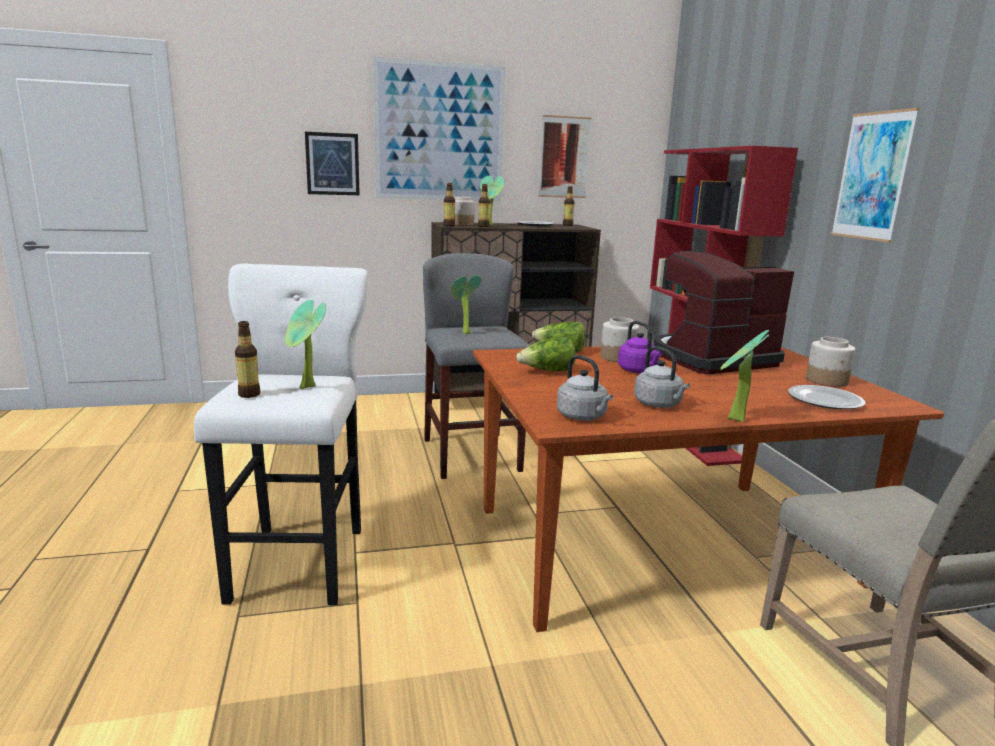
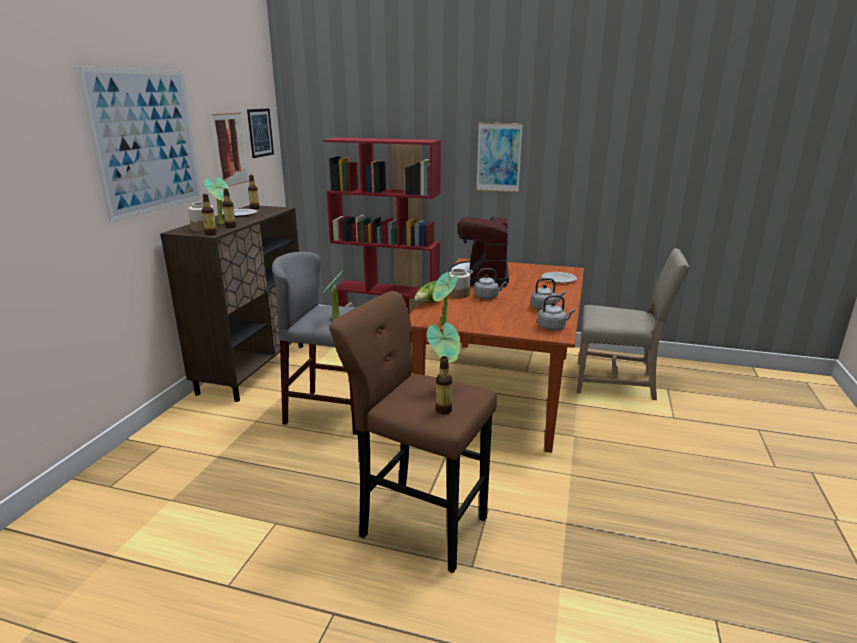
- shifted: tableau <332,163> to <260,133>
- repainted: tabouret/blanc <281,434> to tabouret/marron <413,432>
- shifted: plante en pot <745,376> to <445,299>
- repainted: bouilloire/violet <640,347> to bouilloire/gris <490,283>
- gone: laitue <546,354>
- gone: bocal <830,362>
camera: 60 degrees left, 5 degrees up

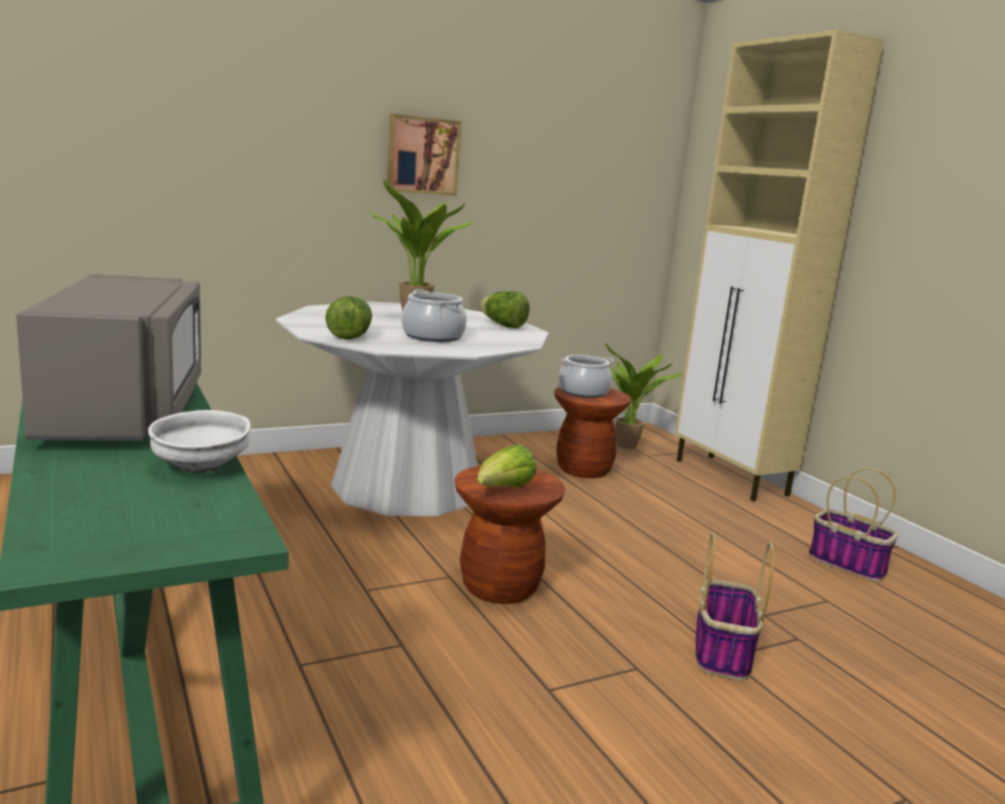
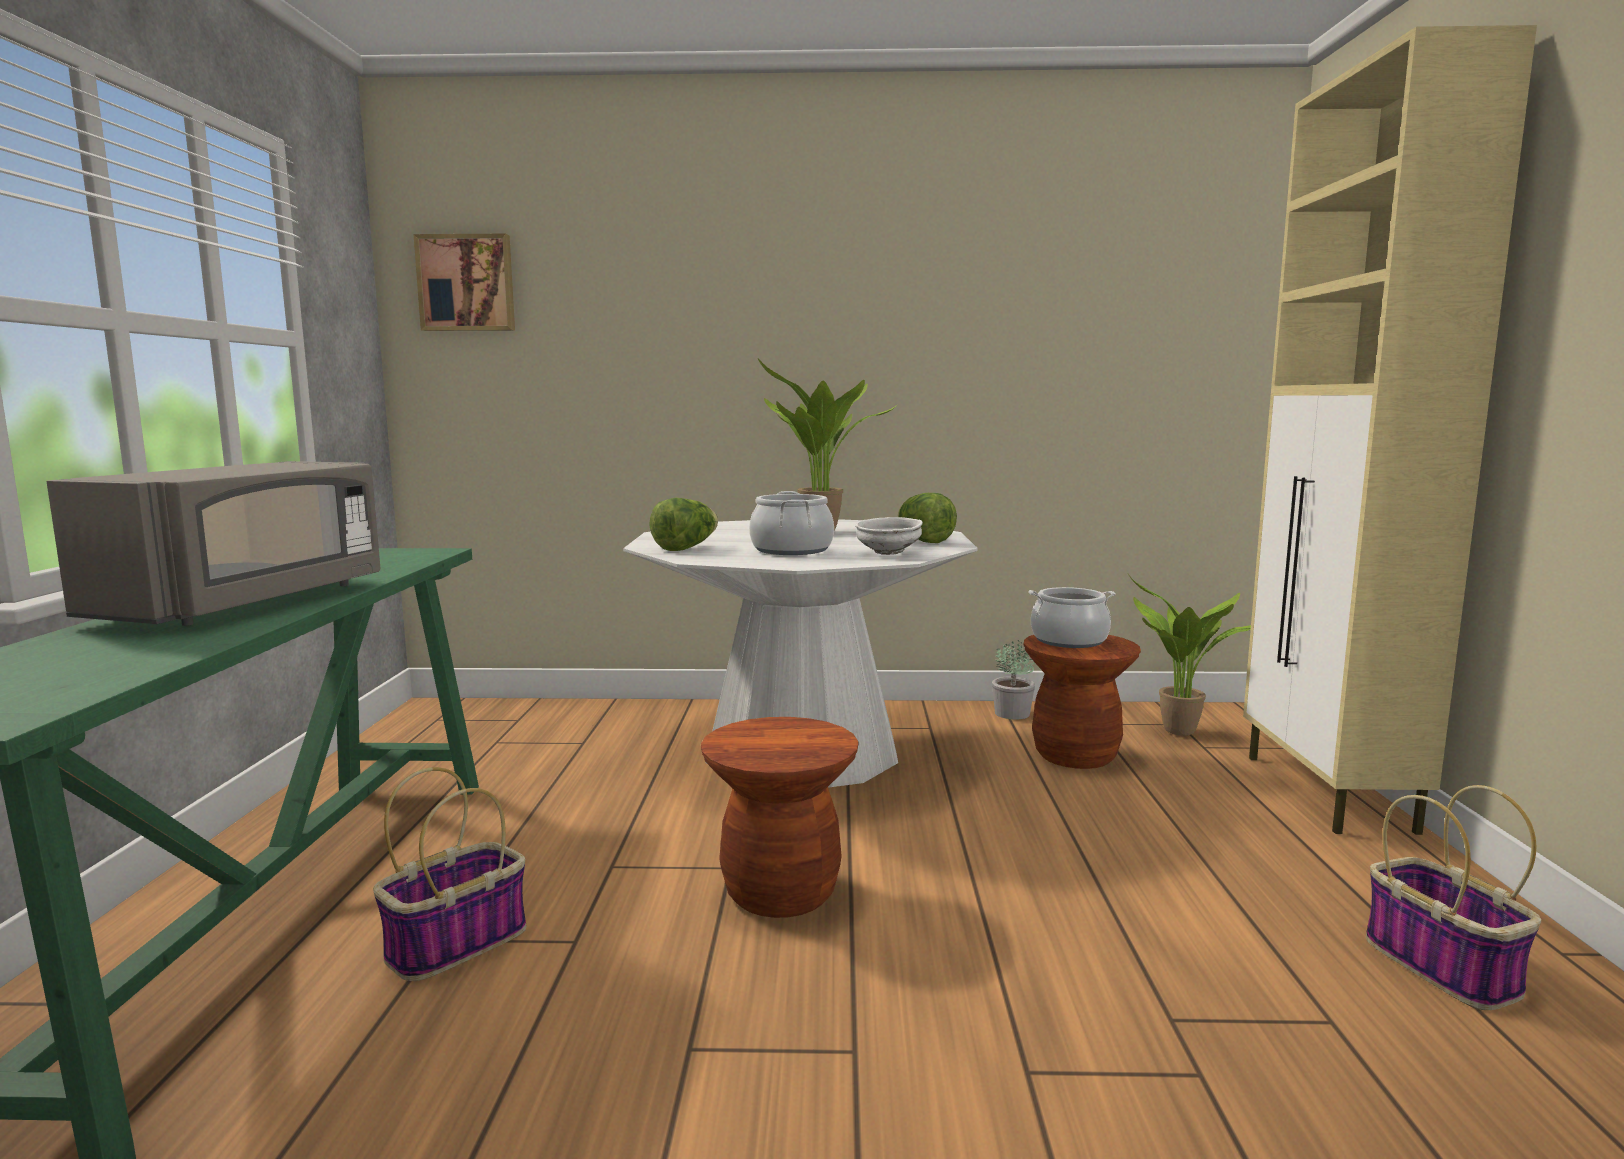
- shifted: panier <735,606> to <450,874>
- shifted: tableau <424,155> to <464,282>
- shifted: bol/blanc <199,441> to <889,536>
- new: plante en pot <1013,679>
- gone: laitue <506,465>
camera: 30 degrees right, 5 degrees down

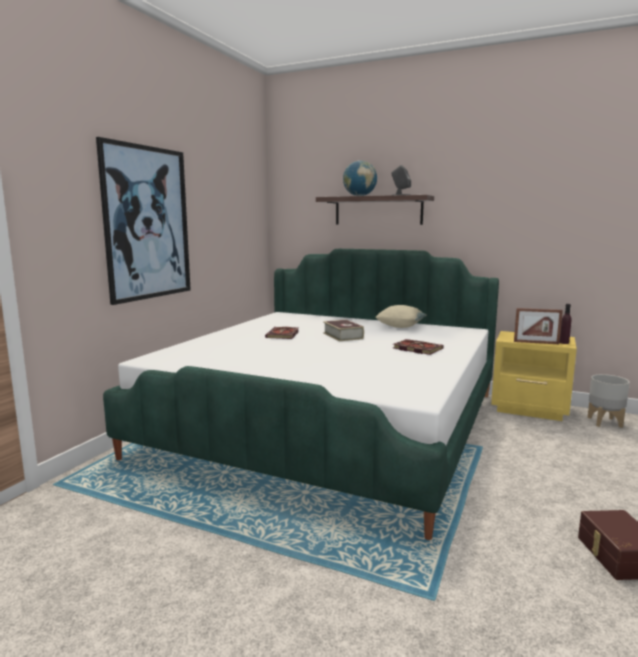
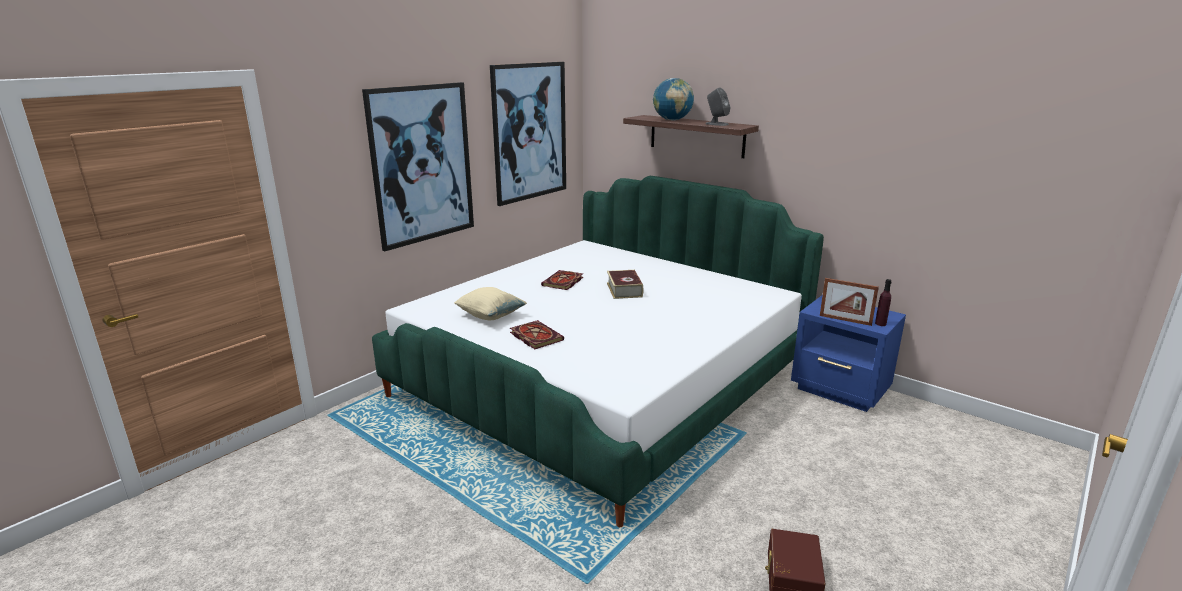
- shifted: coussin/beige <400,316> to <490,303>
- new: tableau <528,134>
- shifted: livre <418,347> to <537,334>
- repainted: table de chevet/jaune <534,376> to table de chevet/bleu <848,353>
- gone: cache-pot/gris <608,401>
camera: 15 degrees right, 10 degrees up

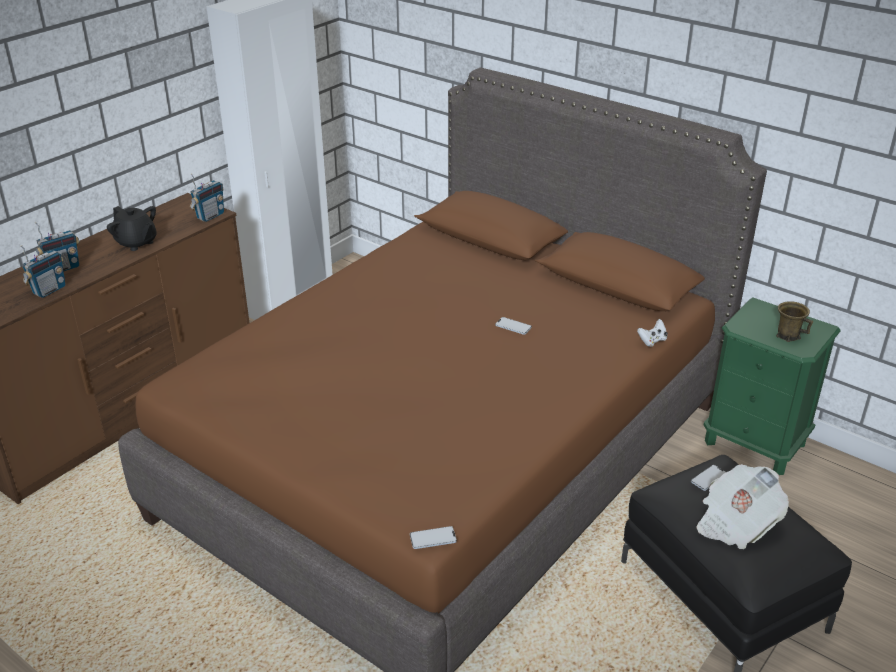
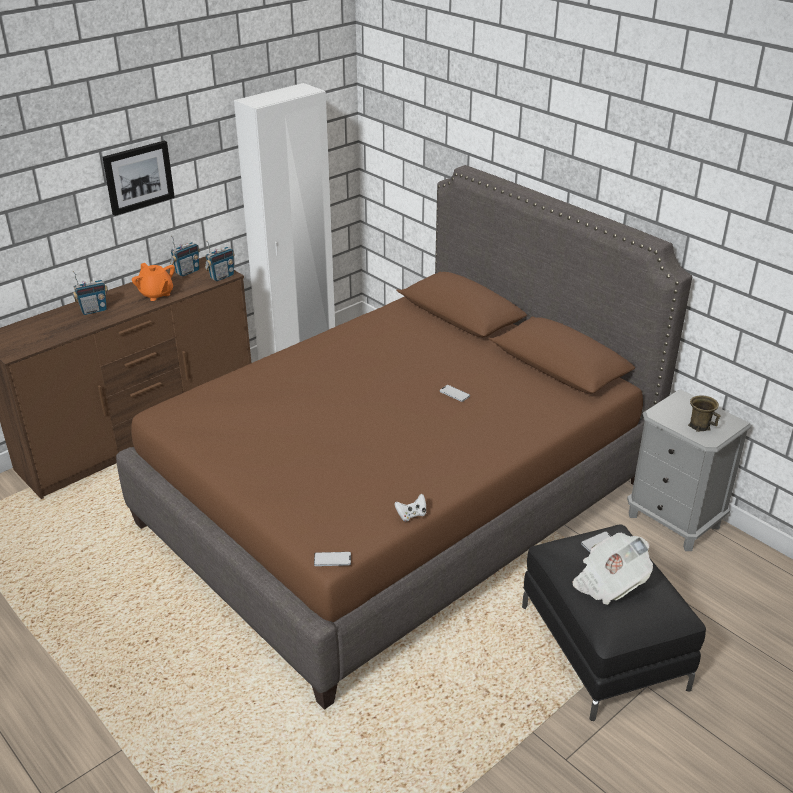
- new: tableau <138,178>
- repainted: théière/noir <132,228> to théière/orange <153,282>
- shifted: radio <42,271> to <185,256>
- shifted: manette/blanc <652,333> to <410,508>
- repainted: table de chevet/vert <772,386> to table de chevet/gris <689,470>
camera: 10 degrees right, 0 degrees up

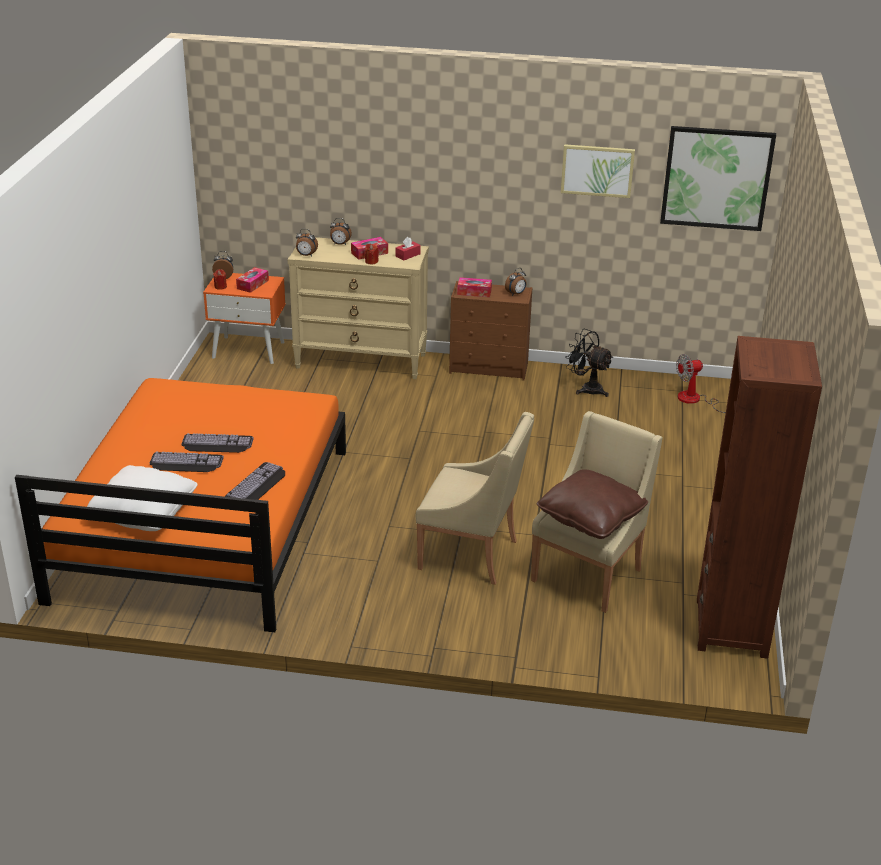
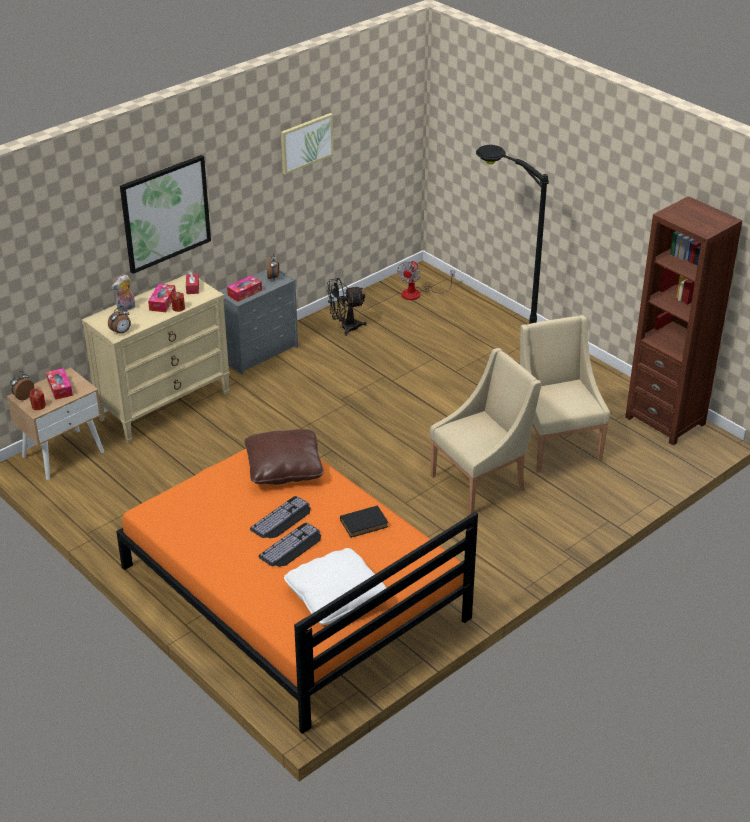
- repainted: table de chevet/orange <244,318> to table de chevet/beige <55,423>
- swapped: réveil <341,231> to peluche <123,292>
- shifted: tableau <718,178> to <165,214>
- repainted: commode/marron <491,331> to commode/gris <258,322>
- shifted: coussin/marron <592,504> to <284,457>
- swapped: clavier <255,481> to livre/noir <364,521>
- new: lampadaire/noir <512,234>
camera: 50 degrees left, 5 degrees up

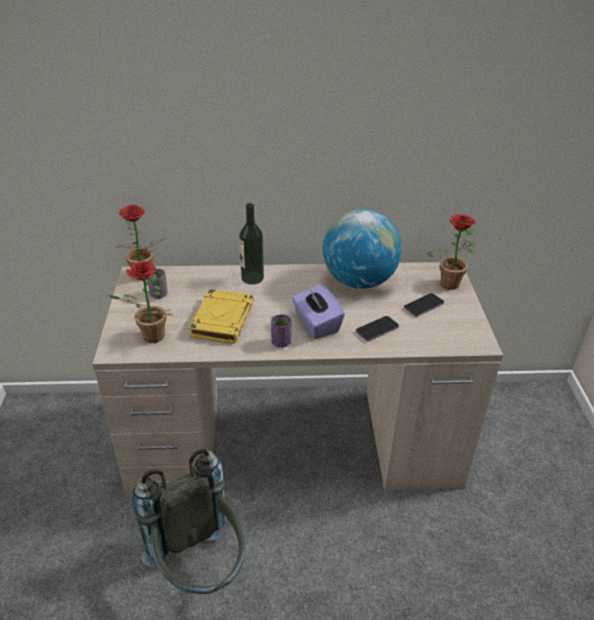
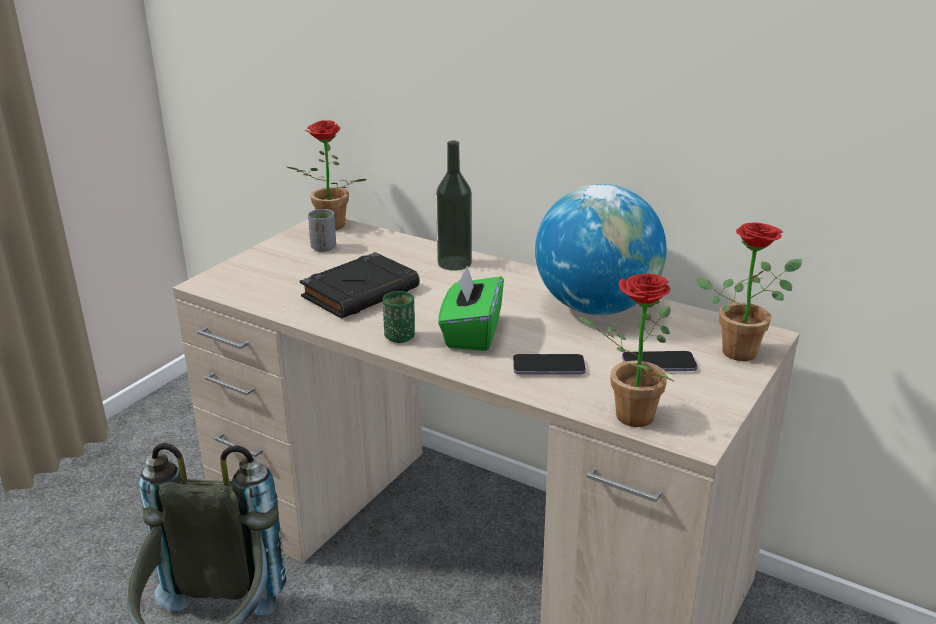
- repainted: livre/jaune <221,316> to livre/noir <360,285>
- repainted: tasse/violet <281,331> to tasse/vert <399,317>
- repainted: boîte à mouchoirs/violet <318,311> to boîte à mouchoirs/vert <471,308>
- shifted: plante en pot <140,302> to <626,350>
camera: 35 degrees right, 10 degrees down

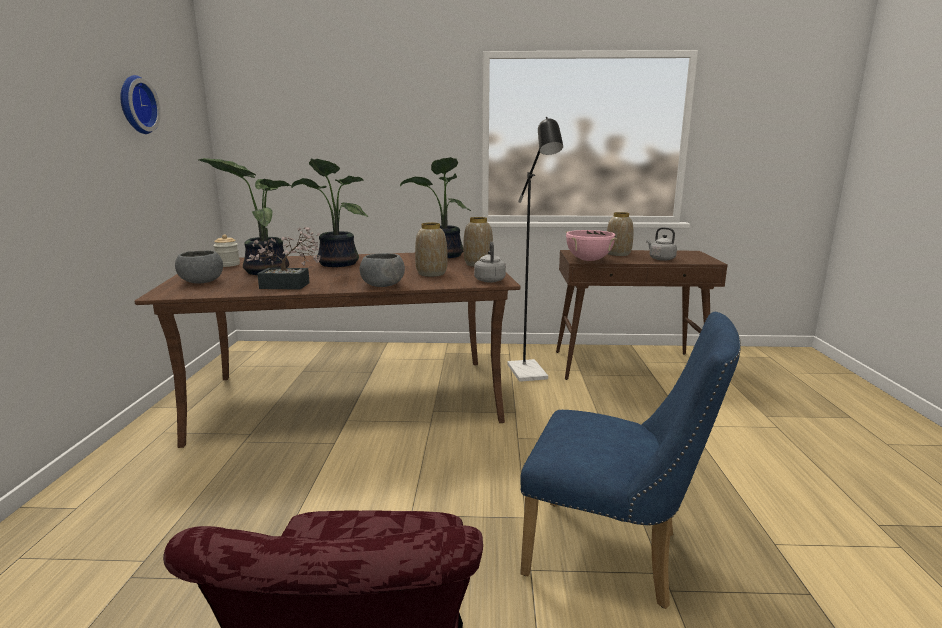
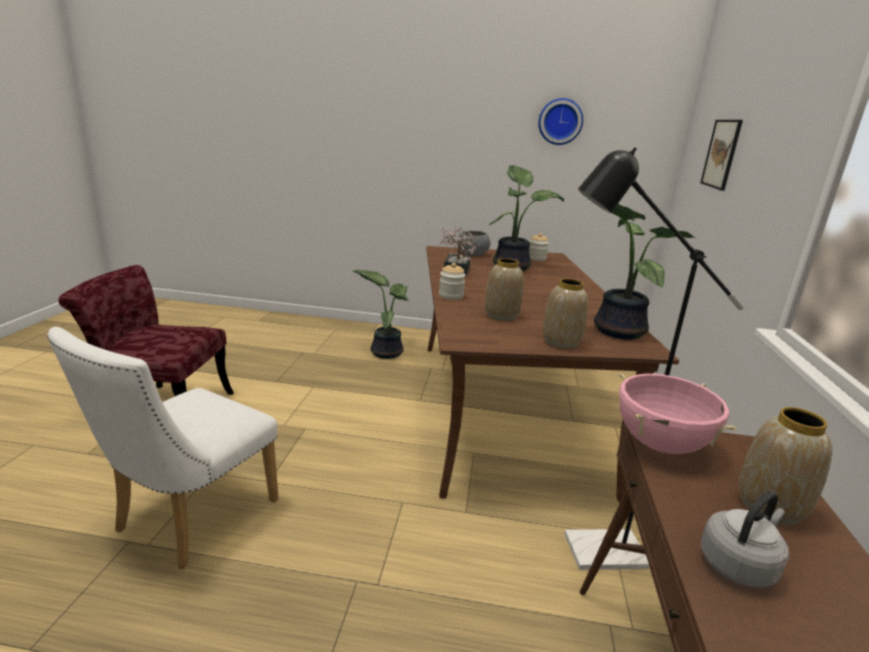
- repainted: chaise/bleu <630,460> to chaise/blanc <163,448>
- shifted: plante en pot <329,212> to <381,314>
- swapped: bol/gris <382,270> to bocal <452,281>
- new: tableau <721,155>
- gone: bouilloire/gris <490,262>
camera: 95 degrees right, 5 degrees up

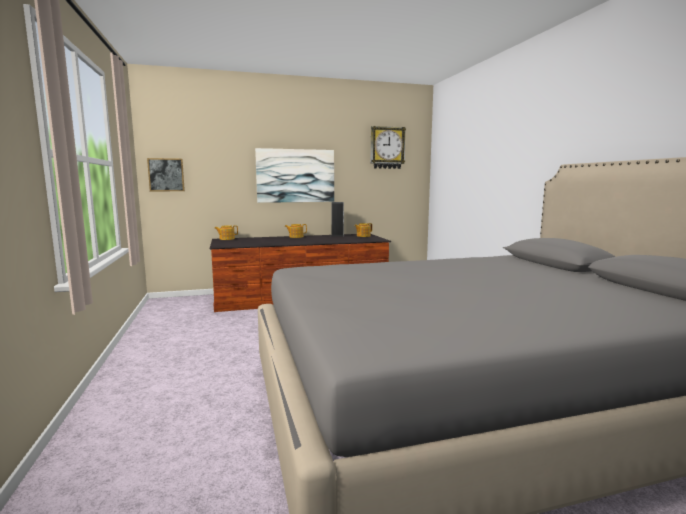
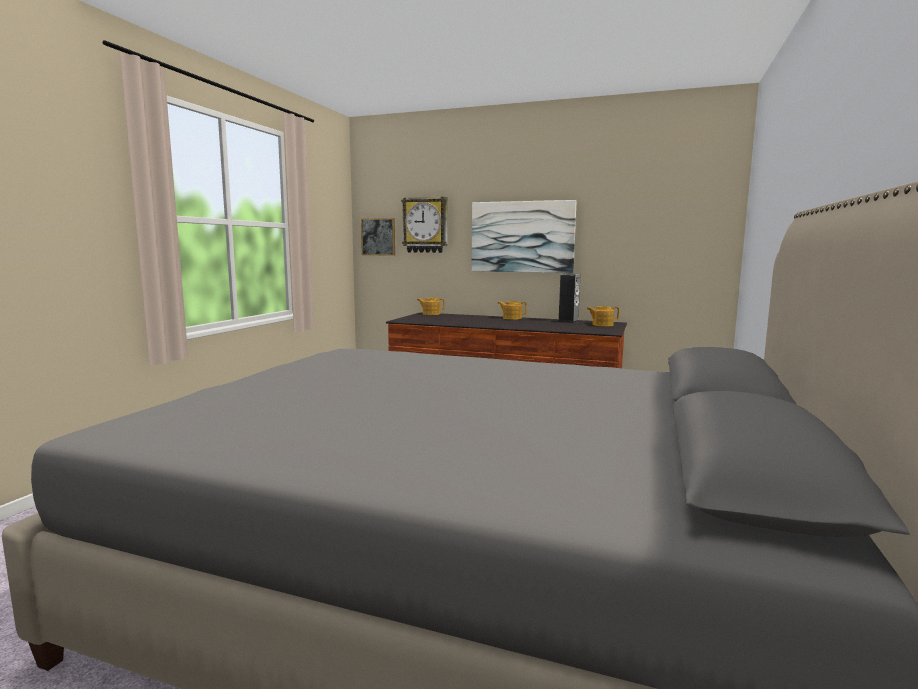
- shifted: horloge murale <388,147> to <424,225>
camera: 35 degrees right, 0 degrees up

